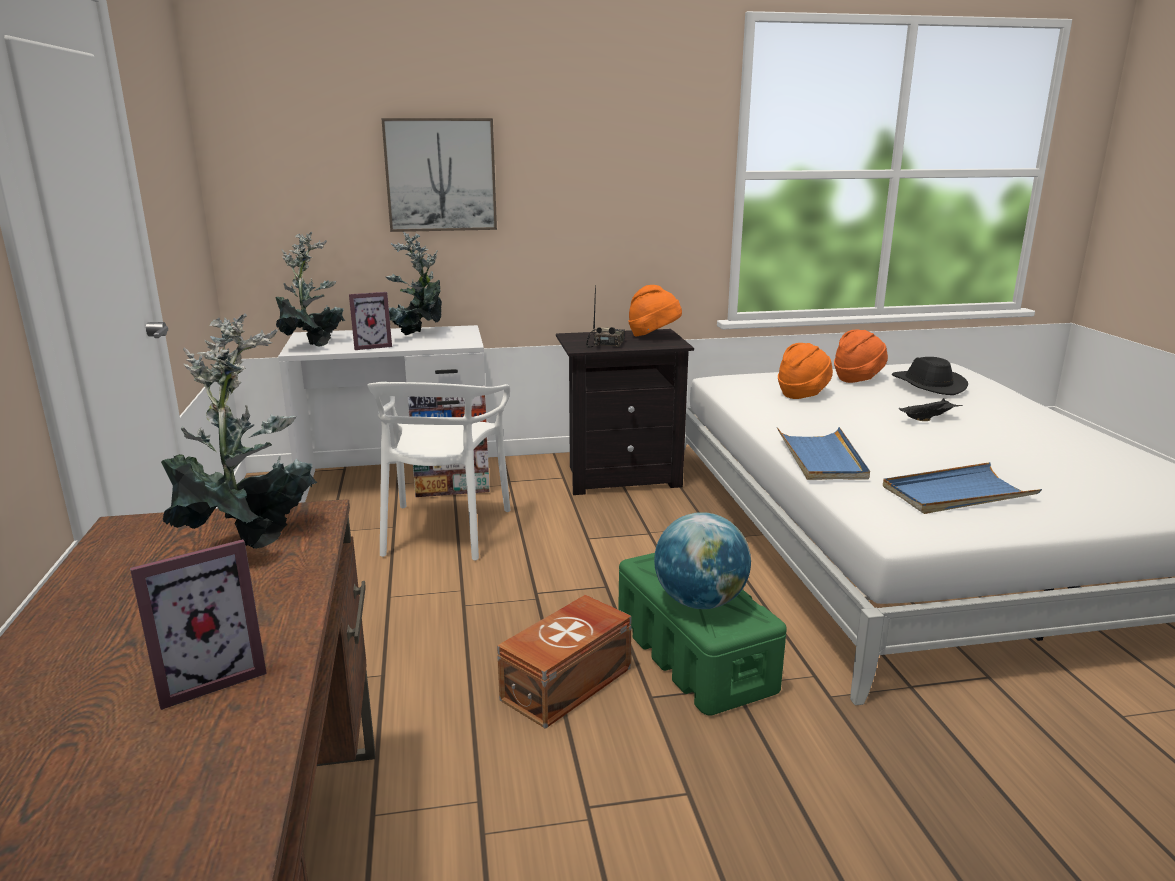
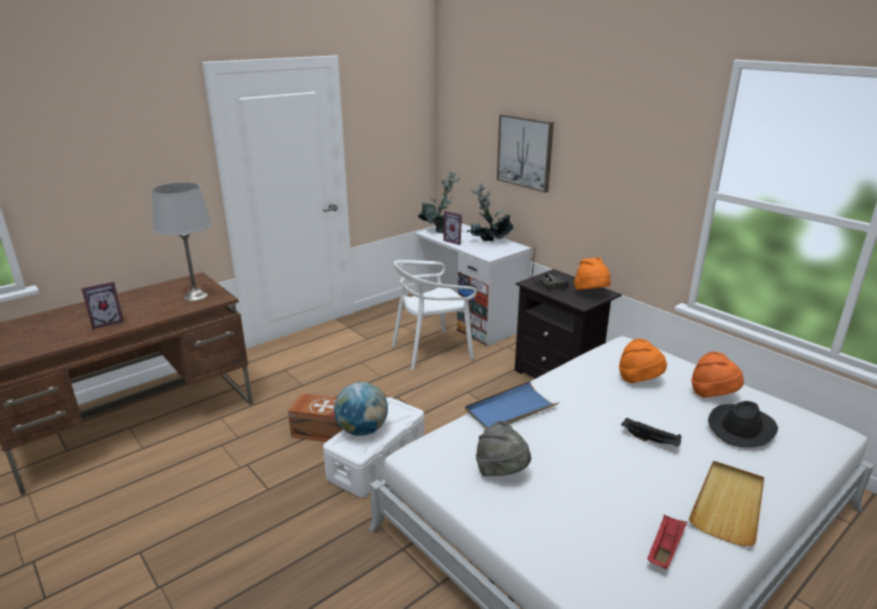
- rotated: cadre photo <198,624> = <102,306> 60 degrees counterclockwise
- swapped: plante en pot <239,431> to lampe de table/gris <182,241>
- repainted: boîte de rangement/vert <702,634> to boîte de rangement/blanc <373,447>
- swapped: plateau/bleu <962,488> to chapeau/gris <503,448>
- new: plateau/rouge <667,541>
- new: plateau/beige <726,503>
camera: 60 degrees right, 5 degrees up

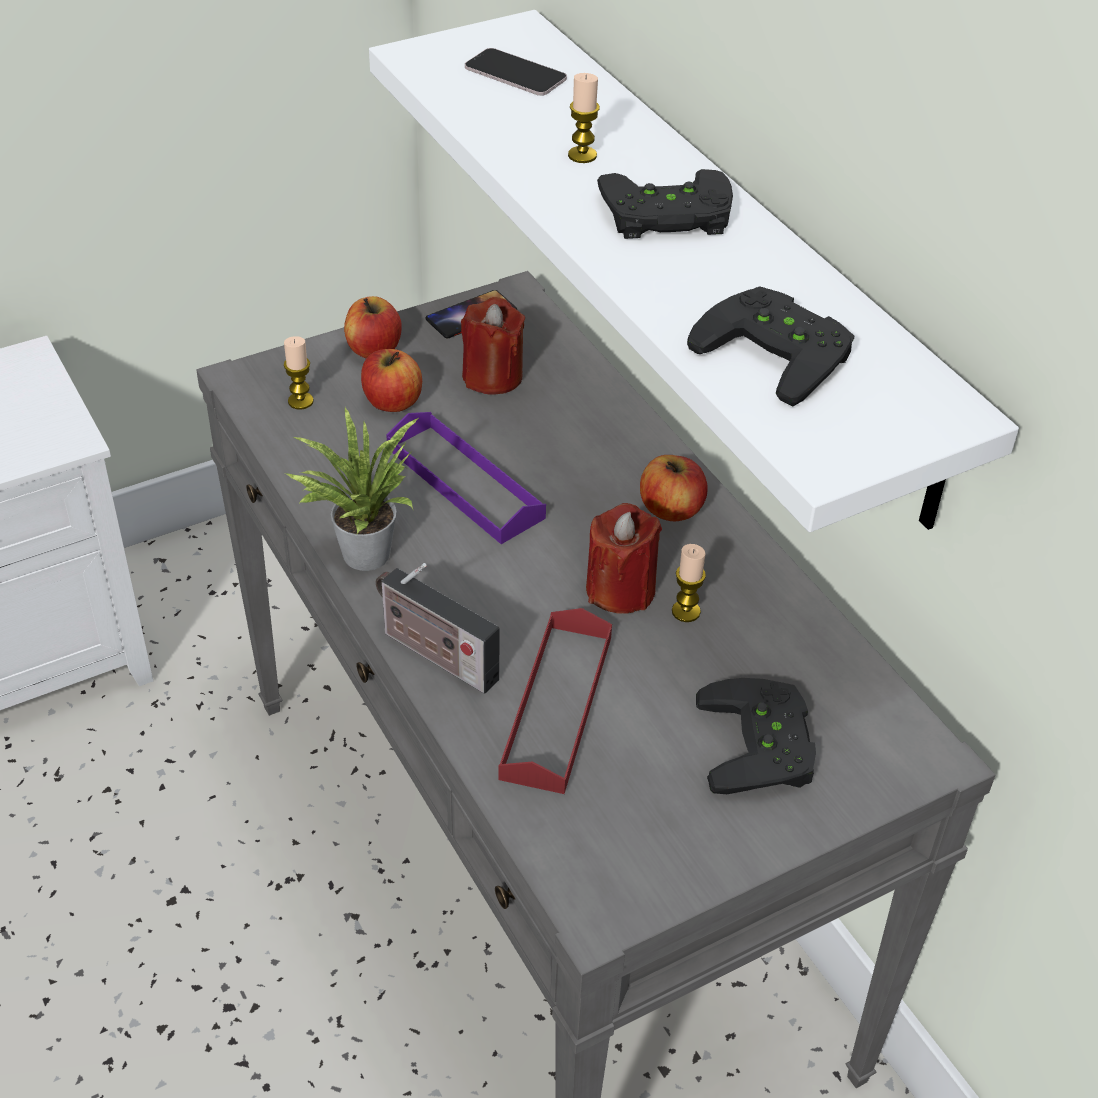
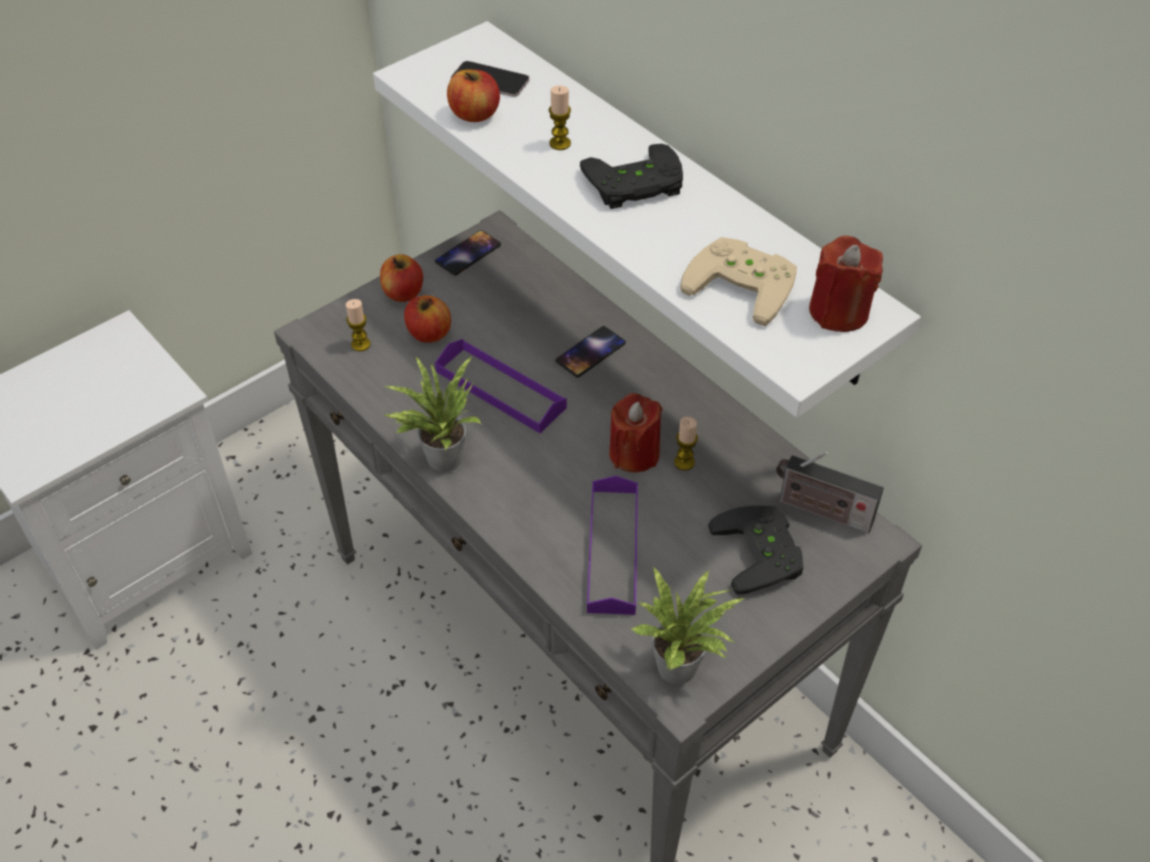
- shifted: pomme <674,488> to <473,96>
- new: téléphone <590,352>
- repainted: plateau/rouge <555,701> to plateau/violet <612,545>
- new: plante en pot <687,625>
- repainted: manette/noir <770,346> to manette/beige <738,281>
- shifted: radio <438,628> to <830,493>
- shifted: bougie/rouge <493,346> to <846,284>
camera: 10 degrees left, 5 degrees up

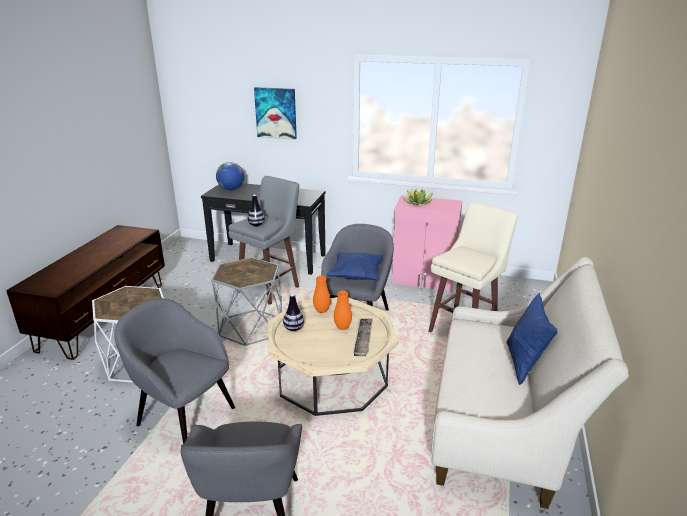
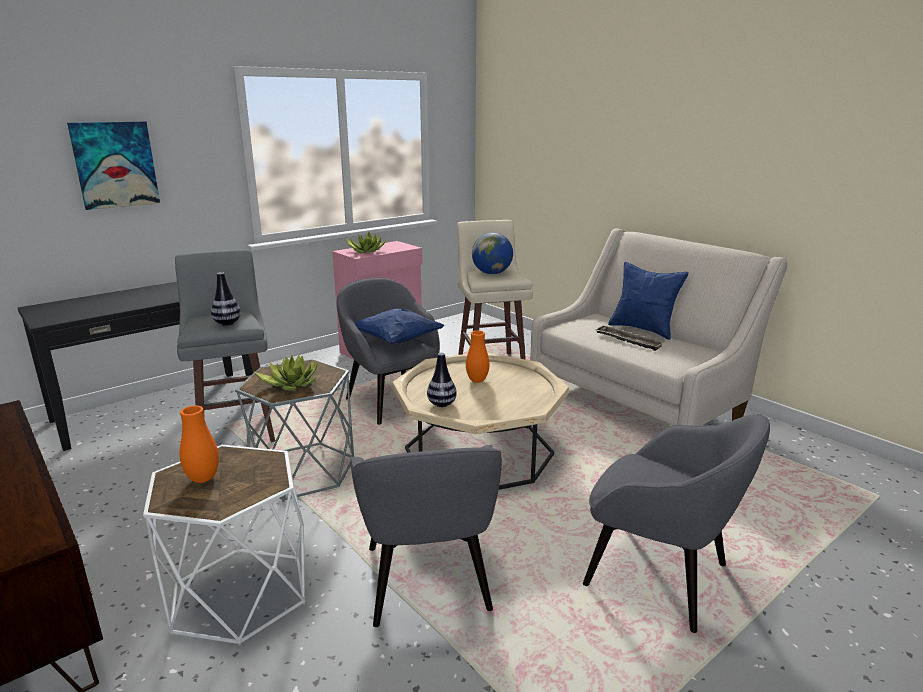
- shifted: vase/orange <321,294> to <199,444>
- new: plante en pot <286,372>
- rotated: fauteuil/gris <174,371> = <426,536> 75 degrees counterclockwise
- shifted: globe <230,176> to <492,253>
- shifted: plateau <363,337> to <630,338>
camera: 55 degrees left, 5 degrees down

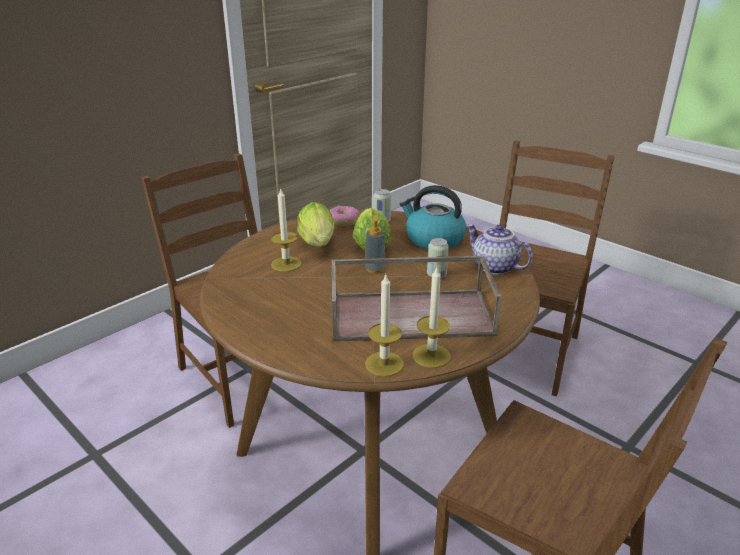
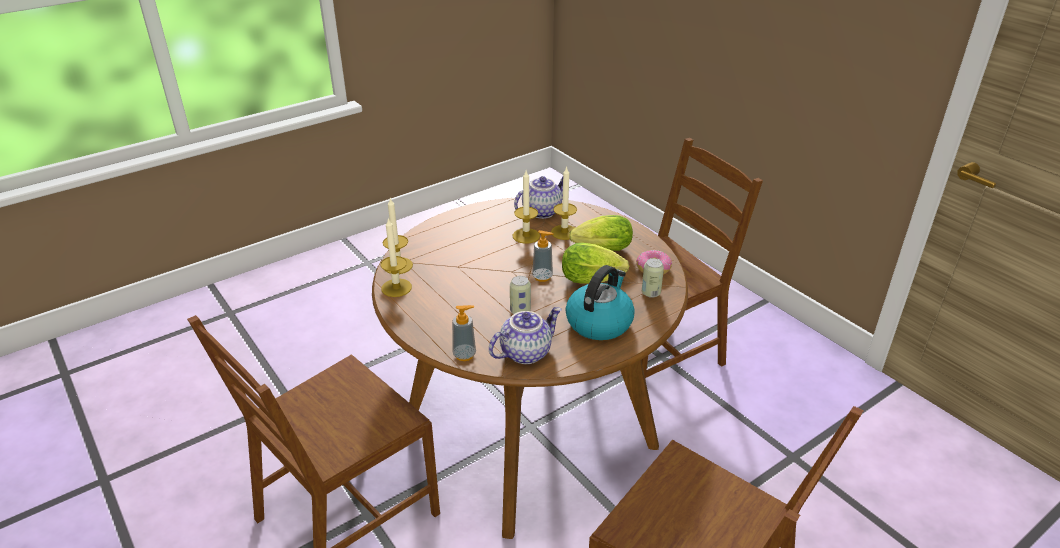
- new: distributeur de savon <464,333>
- new: bougie <526,207>
- new: théière <542,197>
- gone: plateau/marron <416,298>
camera: 100 degrees right, 5 degrees up

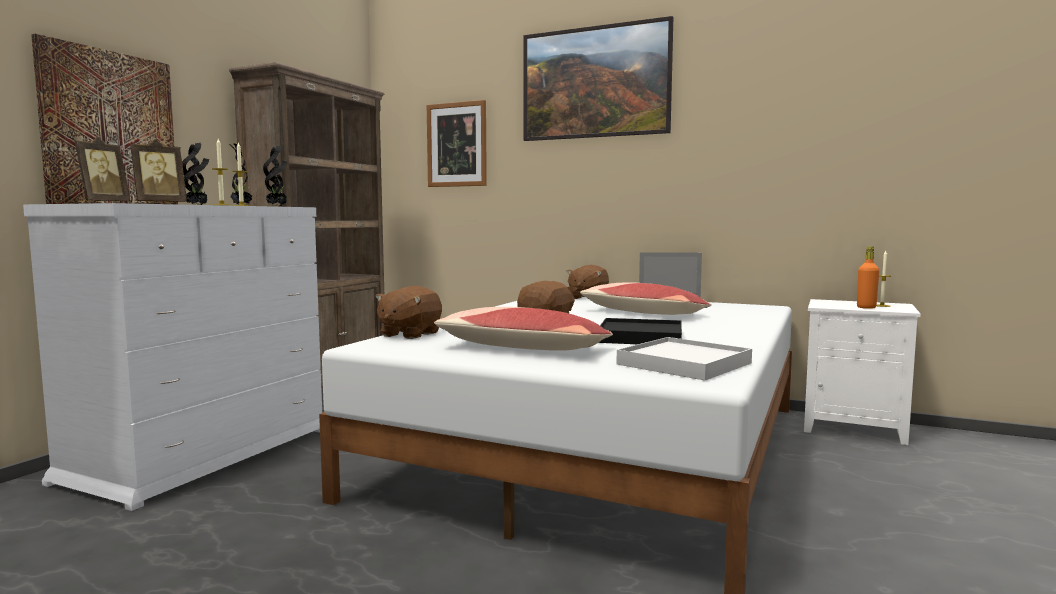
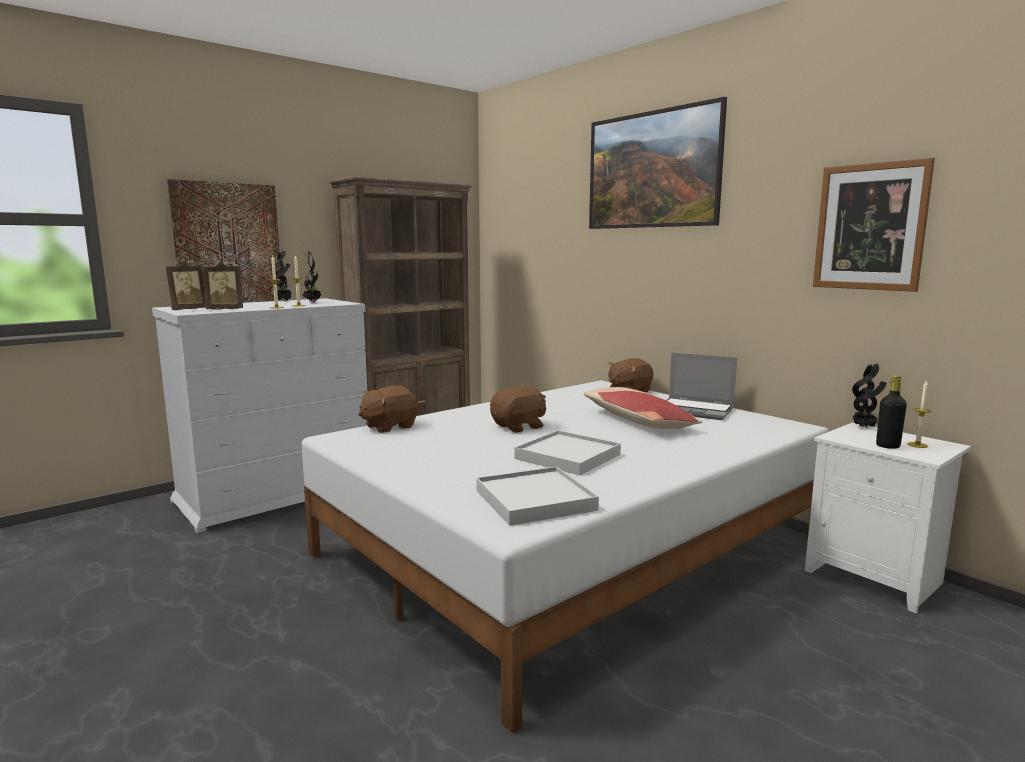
- repainted: plateau/noir <640,331> to plateau/blanc <567,452>
- shifted: tableau <457,143> to <874,225>
- shifted: plante en pot <275,176> to <869,395>
- repainted: bouteille/orange <868,277> to bouteille/noir <891,412>
- gone: coussin <523,329>
camera: 25 degrees right, 5 degrees up

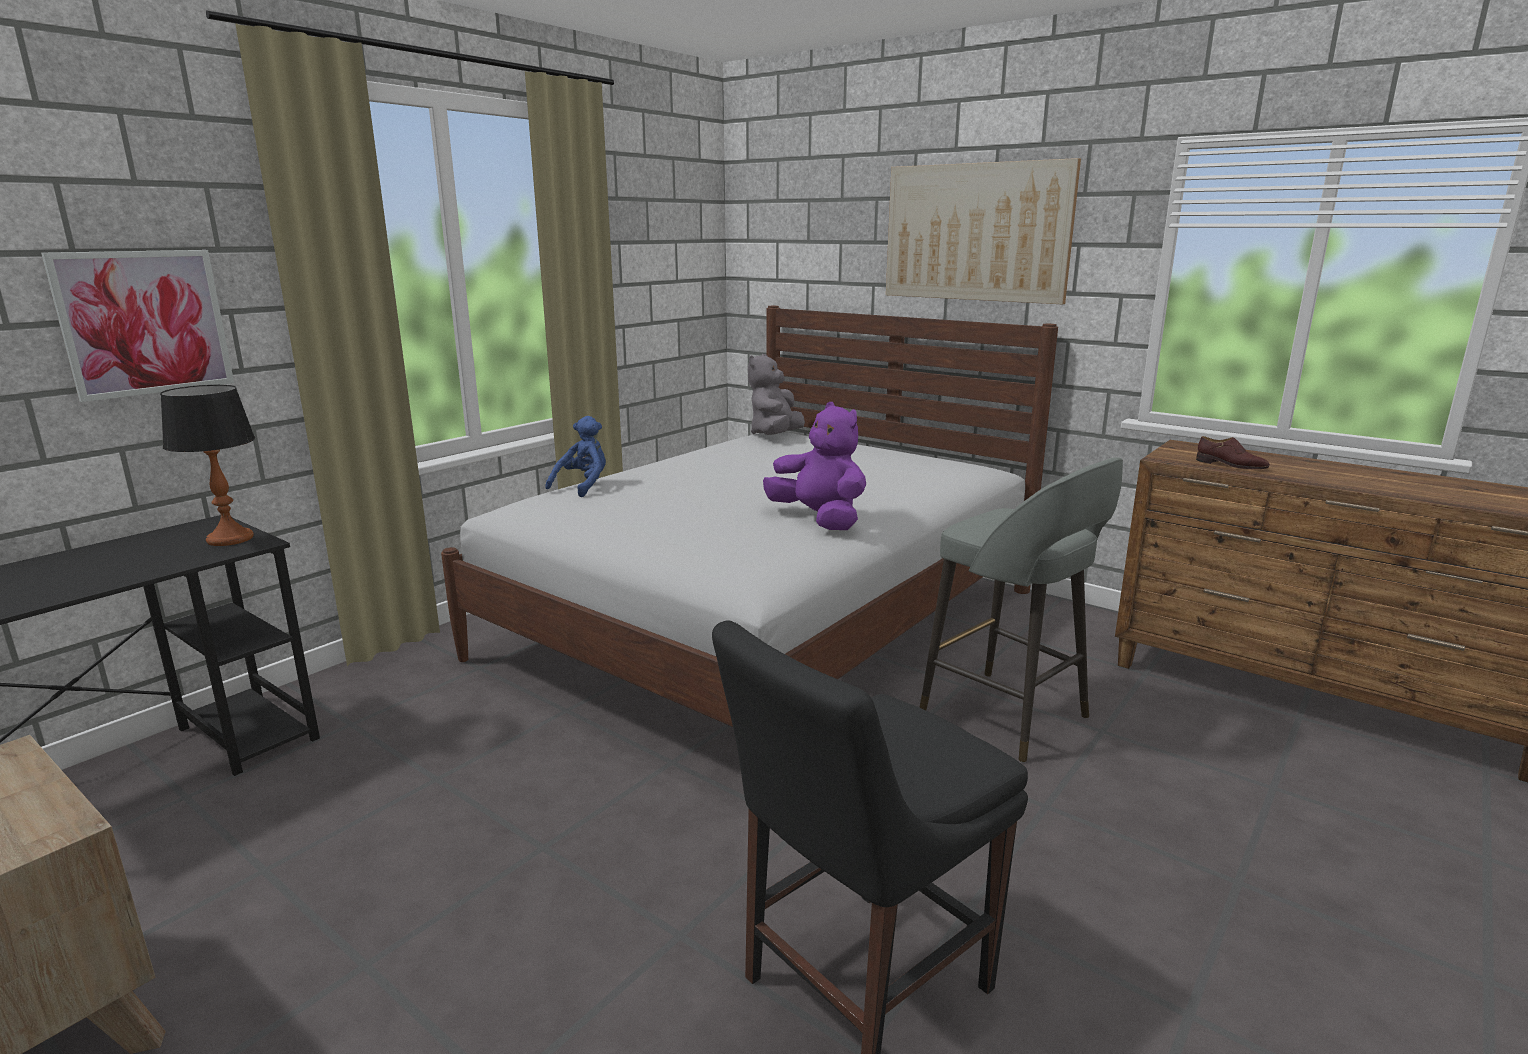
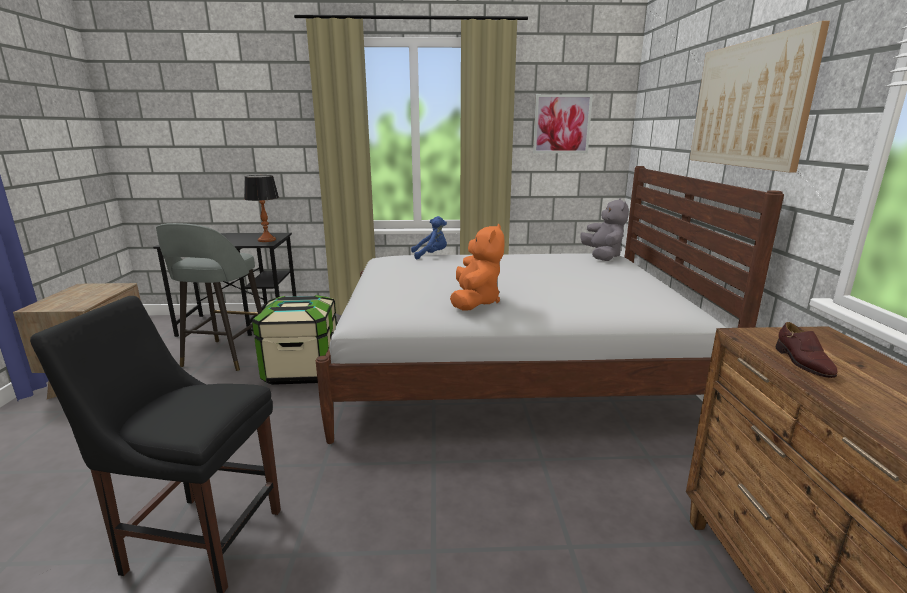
- shifted: tabouret/gris <1021,610> to <209,297>
- new: boîte de rangement <294,340>
- repainted: peluche/violet <814,466> to peluche/orange <477,267>
- shifted: tableau <137,326> to <563,123>
- rotated: peluche/gris <776,394> = <604,229> 105 degrees clockwise
camera: 50 degrees right, 0 degrees up

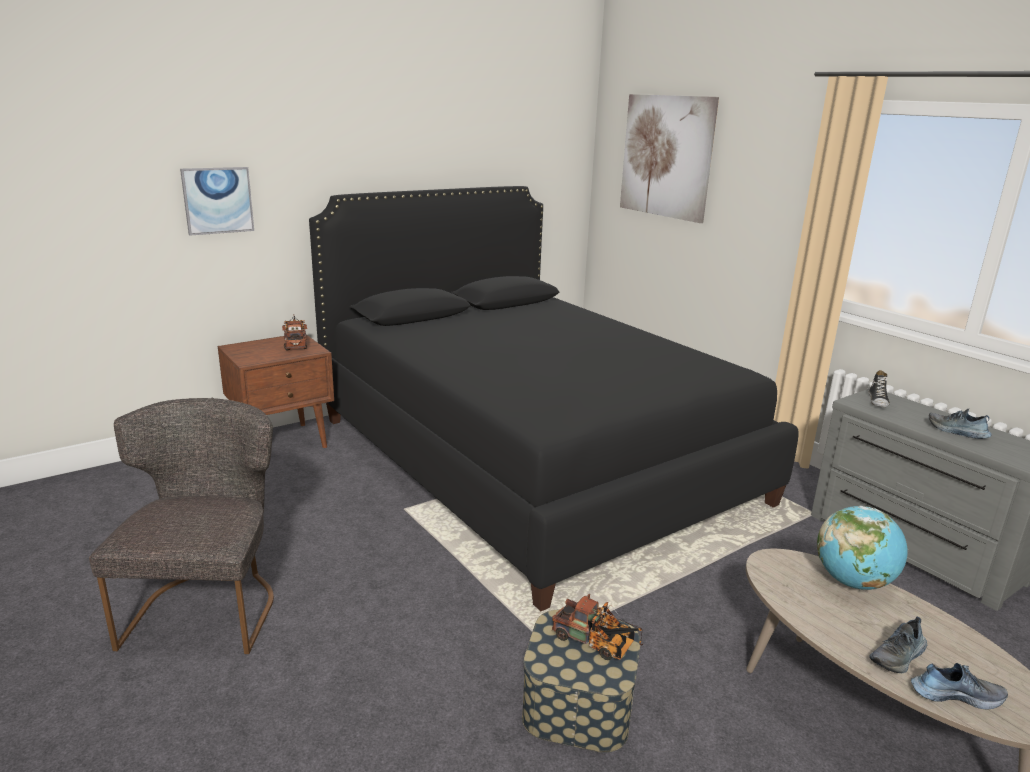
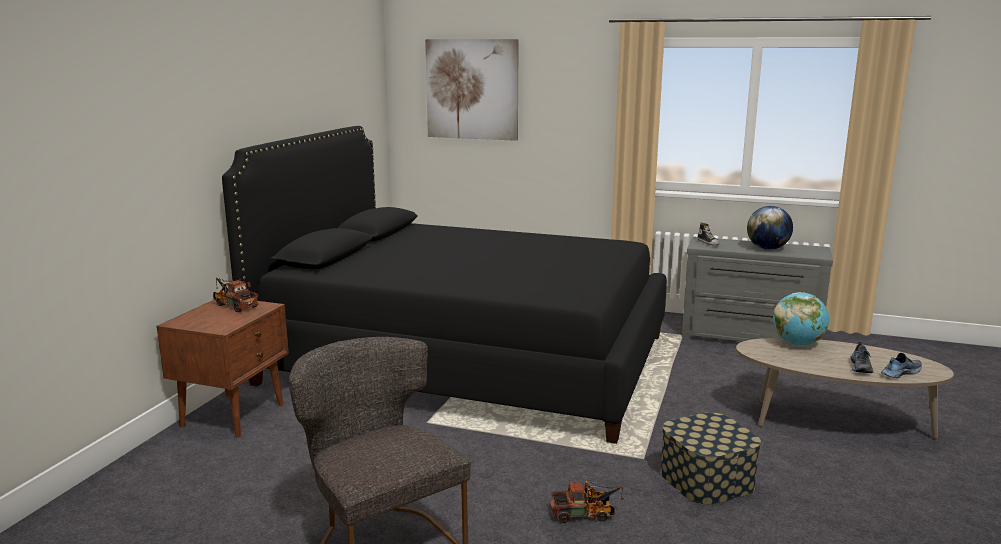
- shifted: camion jouet <597,627> to <587,501>
- swapped: chaussure <960,424> to globe <770,228>
- gone: tableau <217,201>
camera: 35 degrees left, 5 degrees down

